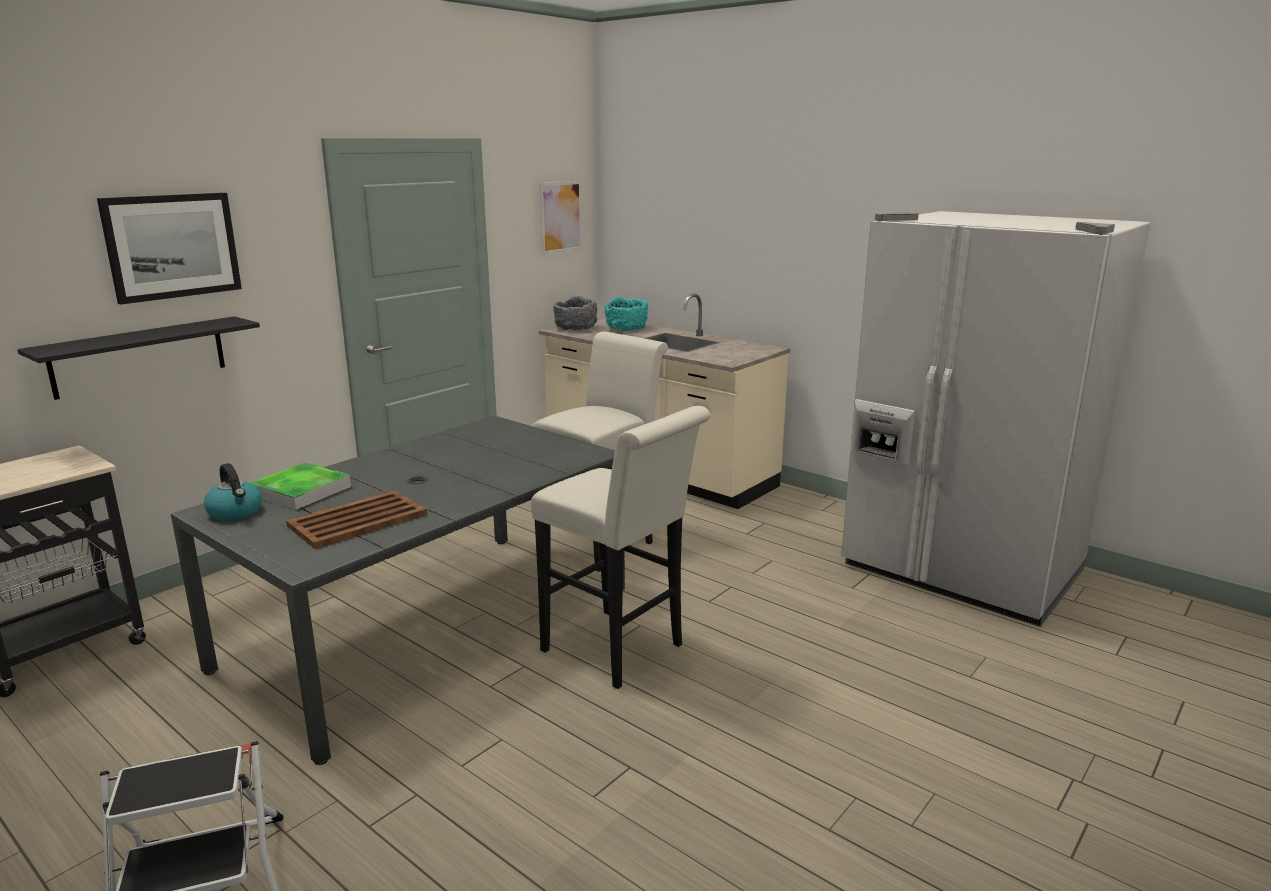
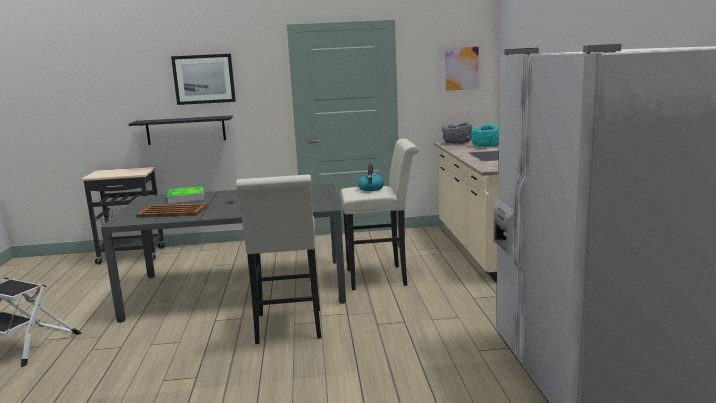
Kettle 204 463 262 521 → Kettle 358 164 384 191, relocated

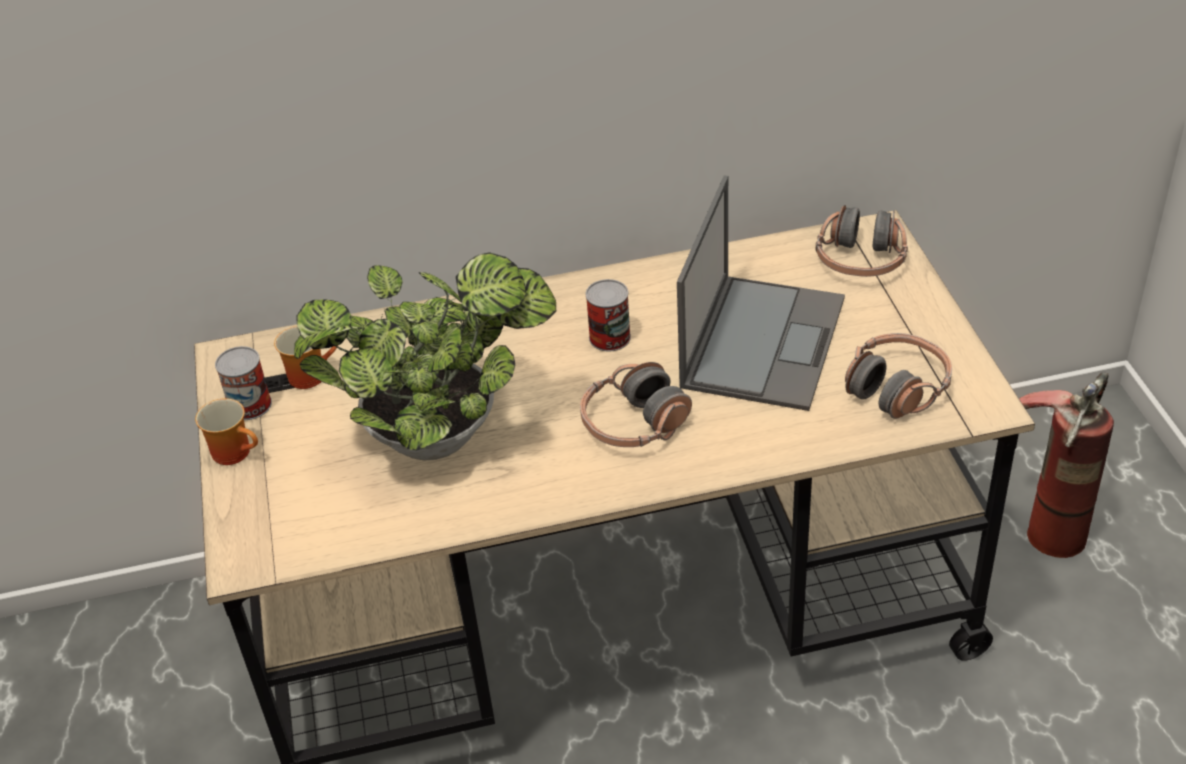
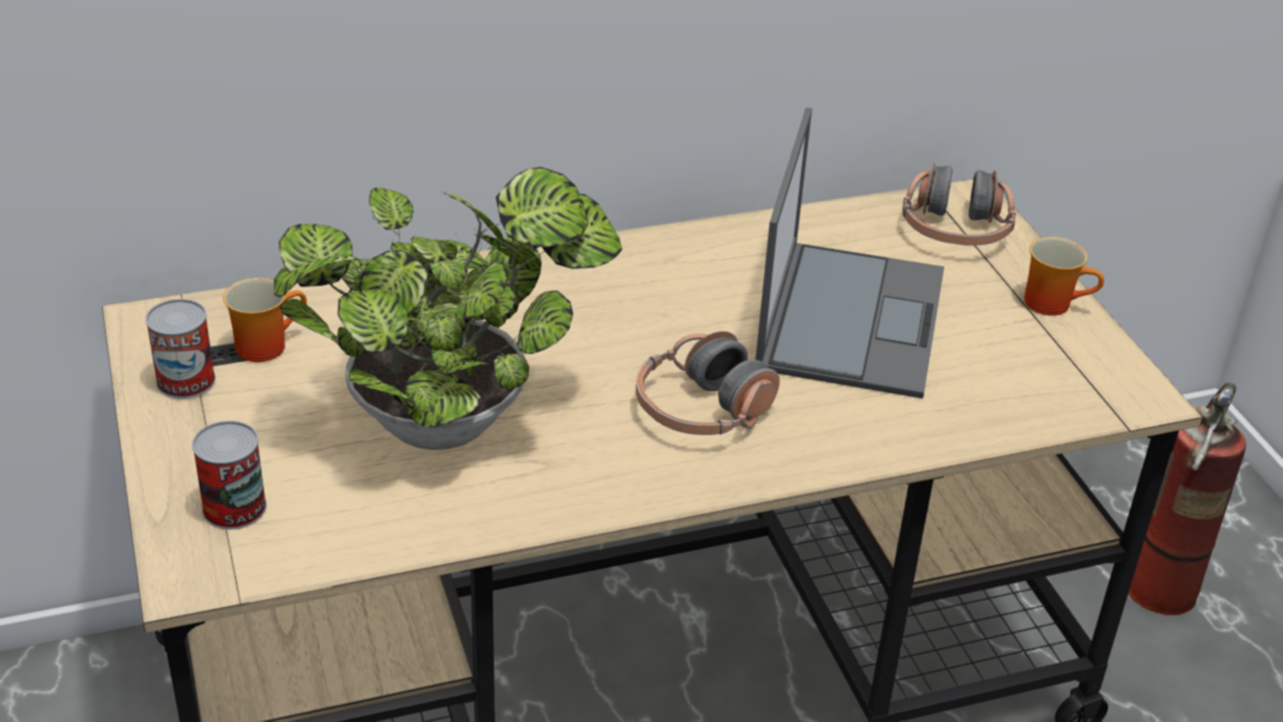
Headphones 845 333 952 419 → -
Mug 195 398 258 465 → Mug 1024 237 1104 316, relocated
Can 586 279 631 351 → Can 192 421 267 529, relocated

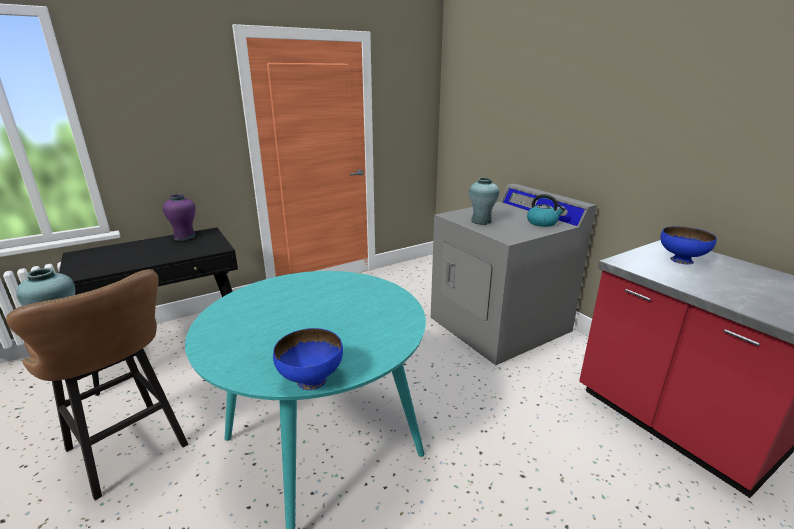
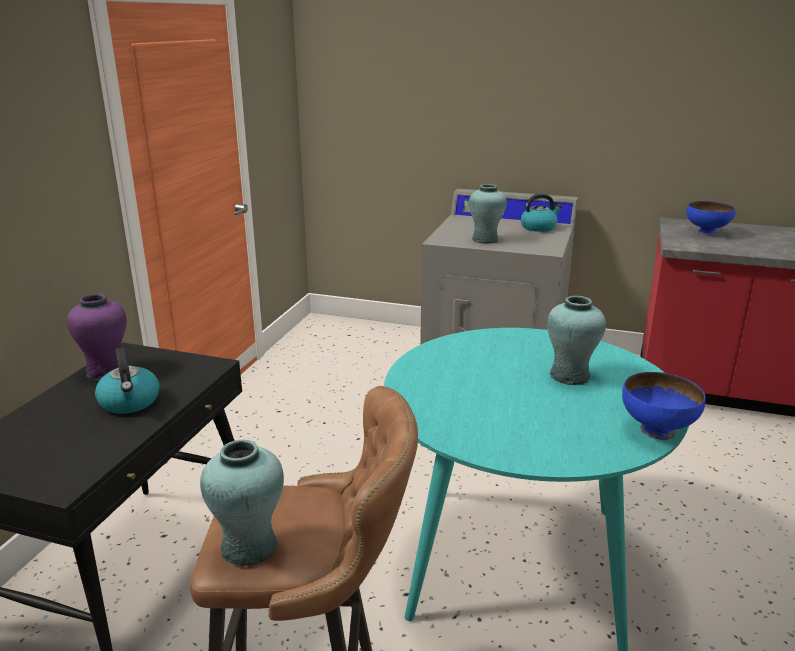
- → Kettle 95 347 159 414
- → TurquoiseVase 547 296 606 385

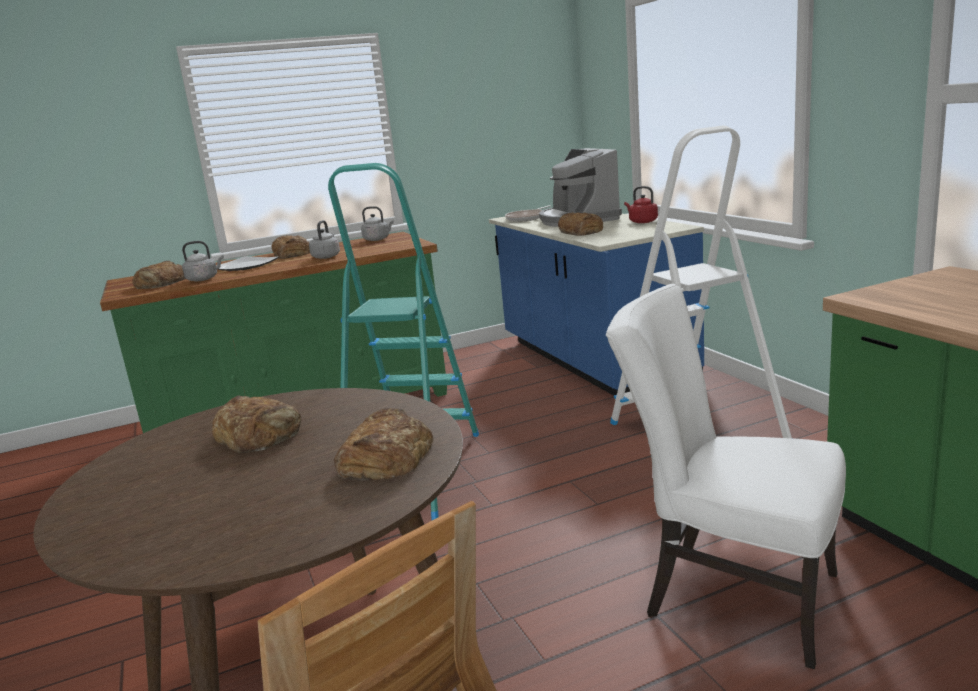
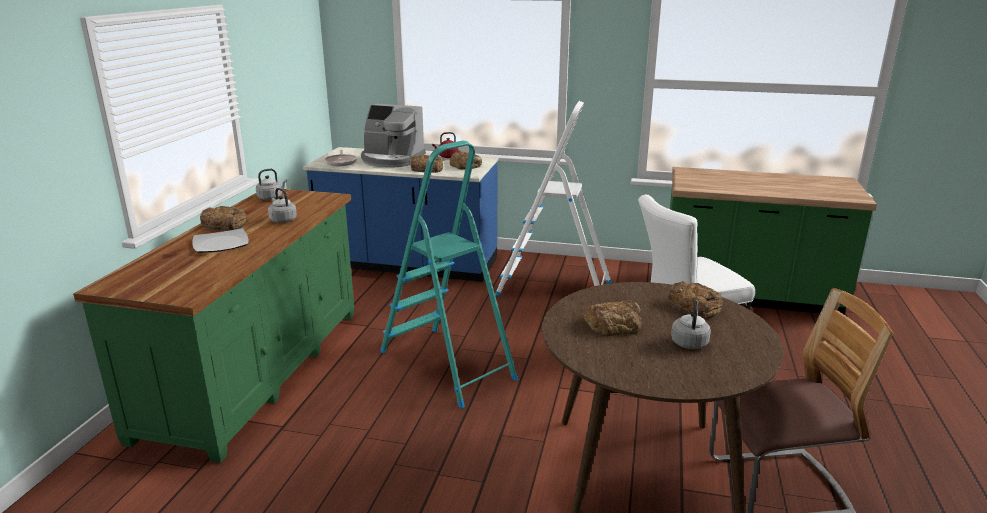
Bread 132 261 186 289 → Bread 450 150 482 170, relocated
GreyKettle 182 241 224 281 → GreyKettle 671 300 711 349, relocated

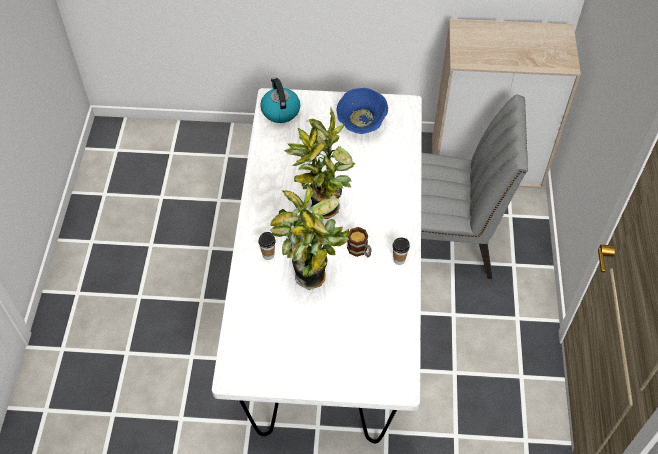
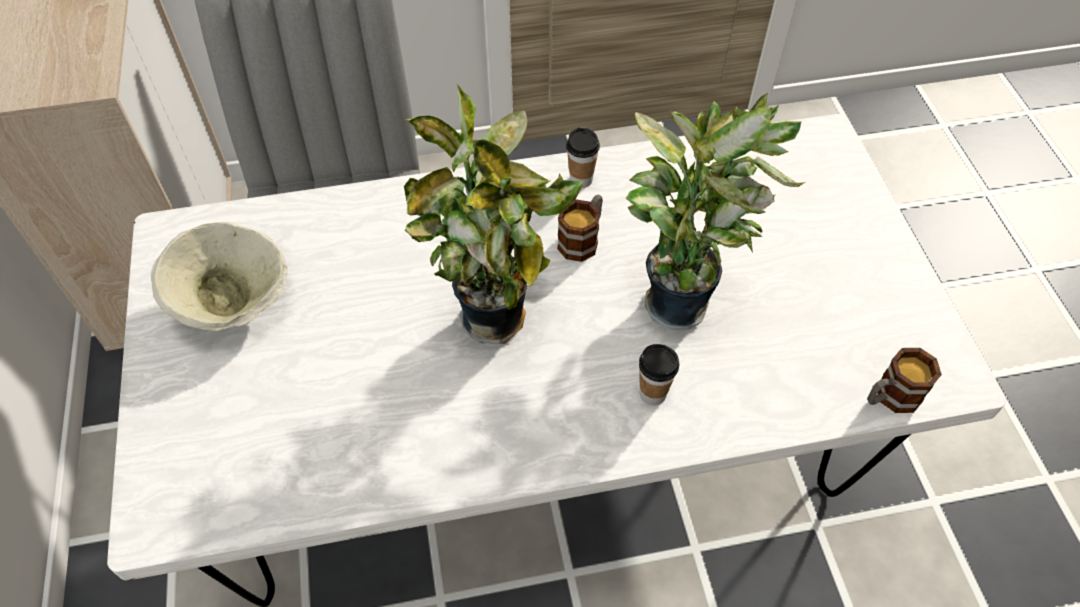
Kettle 260 78 300 123 → -
- → Mug 867 348 942 413
BlueBowl 336 88 388 134 → BeigeBowl 151 222 288 331

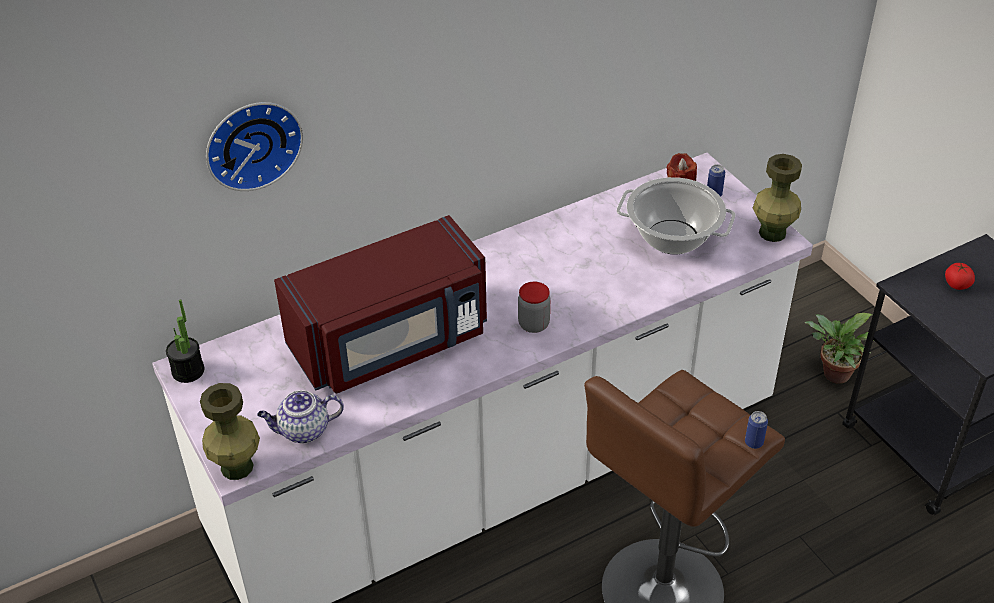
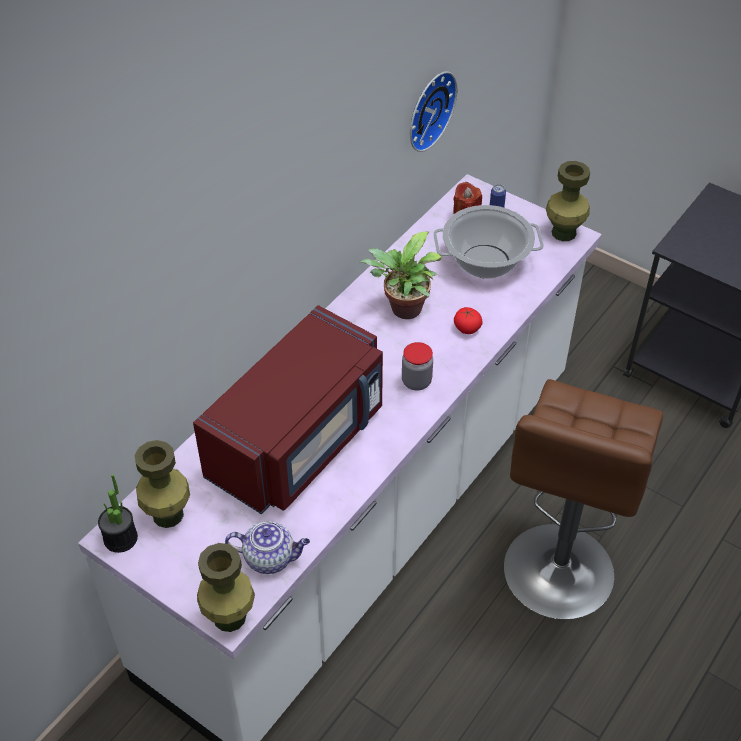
Can 745 411 768 449 → -
- → GreenVase 135 440 190 528
WallClock 206 102 303 191 → WallClock 410 71 457 152, relocated
PottedPlant 804 313 874 384 → PottedPlant 360 231 441 319, relocated
Tomato 945 262 975 290 → Tomato 454 307 483 334, relocated
Teapot 257 390 344 444 → Teapot 225 521 310 574, 135 degrees counterclockwise

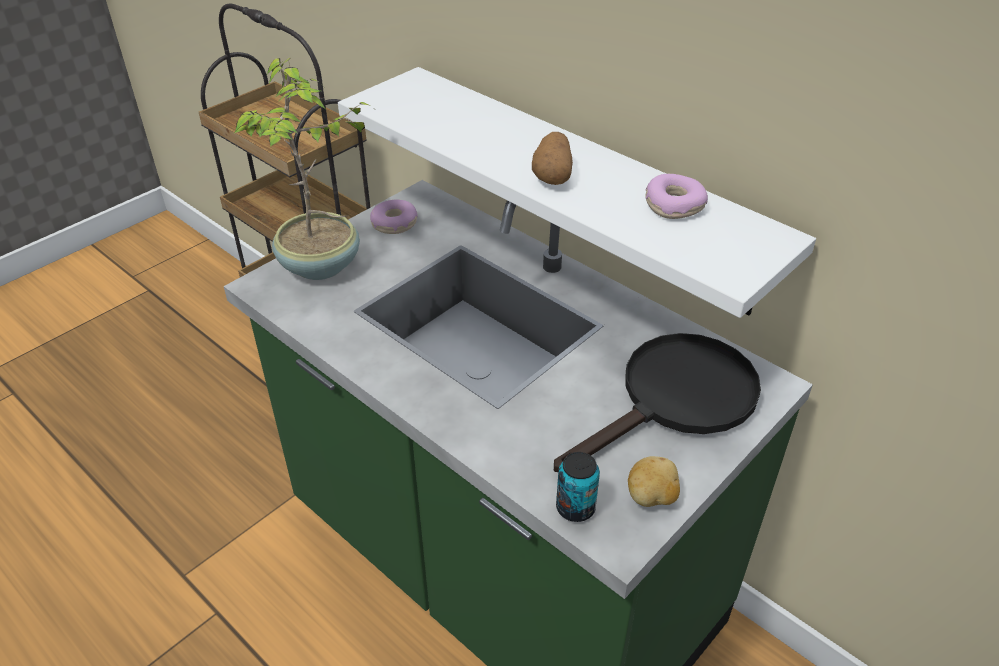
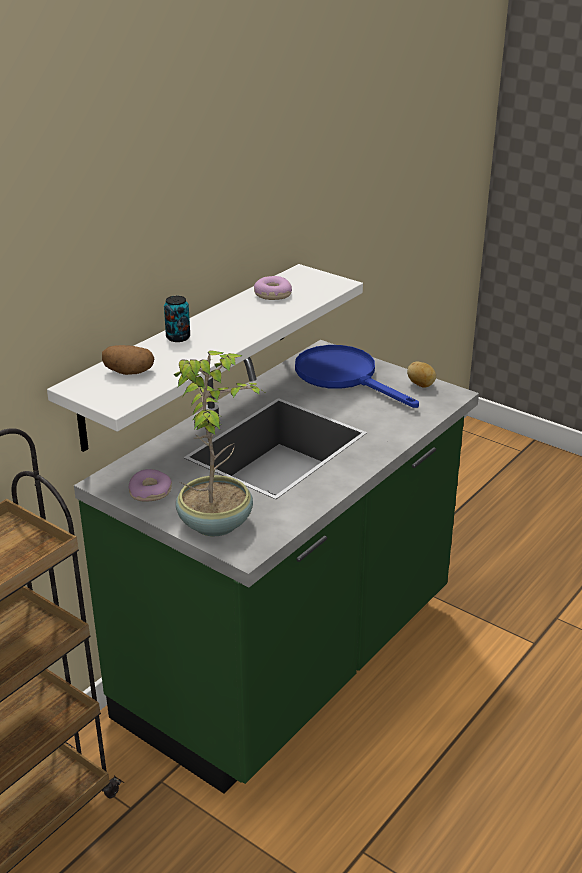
Potato 532 132 573 185 → Potato 102 345 154 375, relocated
Can 556 452 600 522 → Can 164 296 190 342, relocated
BlackFryingPan 554 333 761 472 → BlueFryingPan 295 345 419 408

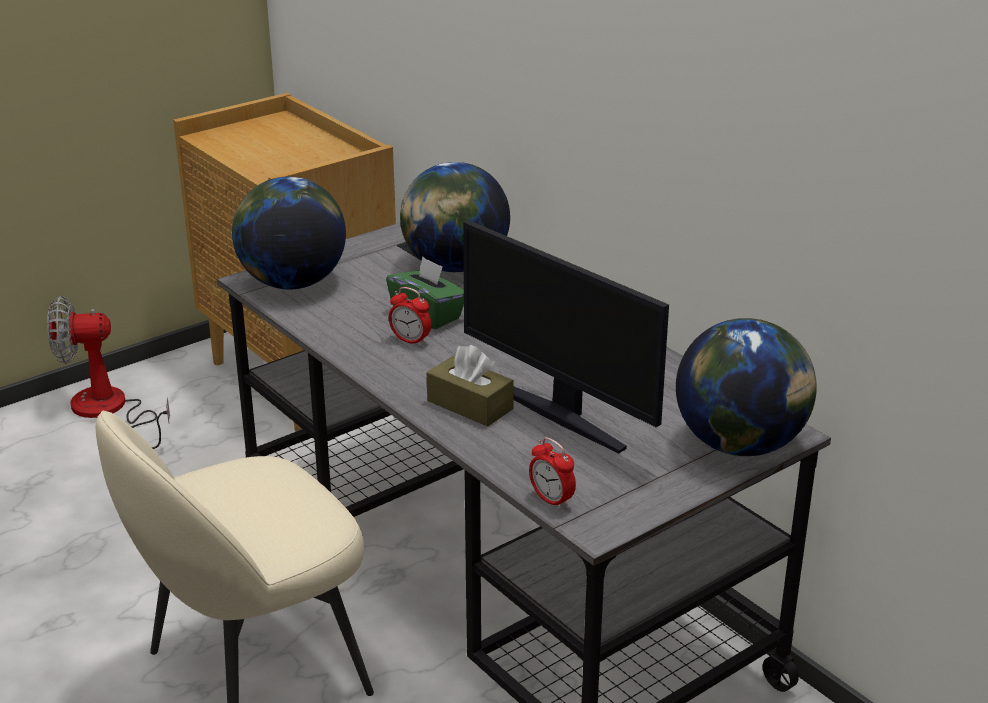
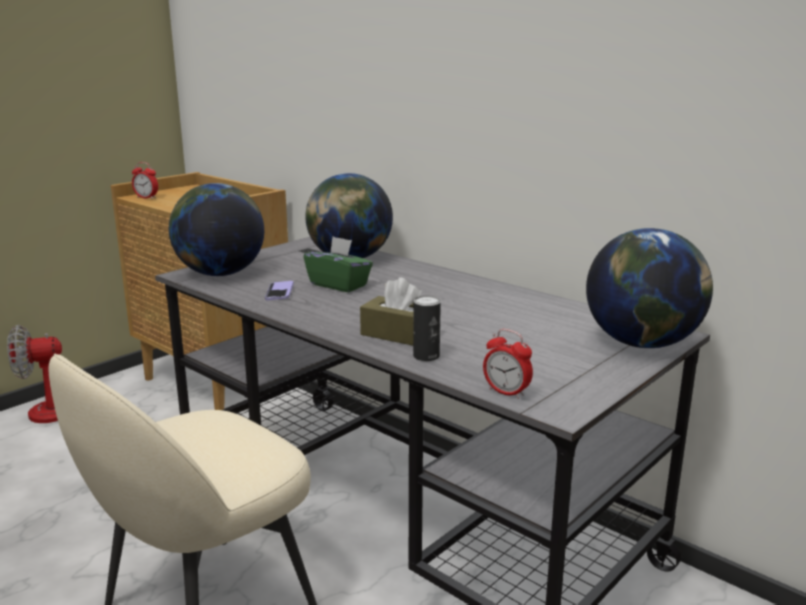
Monitor 463 220 669 453 → -
- → Phone 265 281 294 300
- → Can 413 295 441 361
AlarmClock 389 287 431 346 → AlarmClock 132 162 158 199, relocated

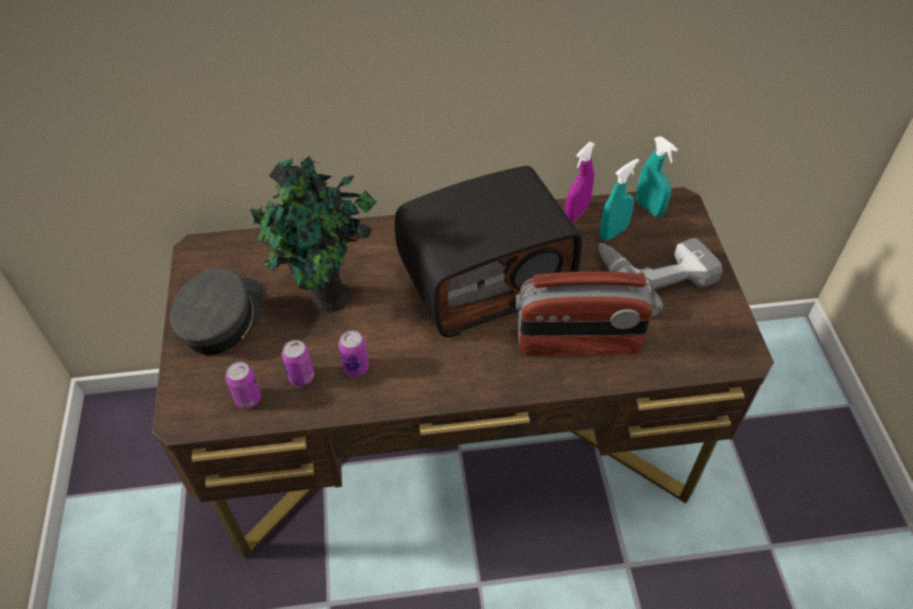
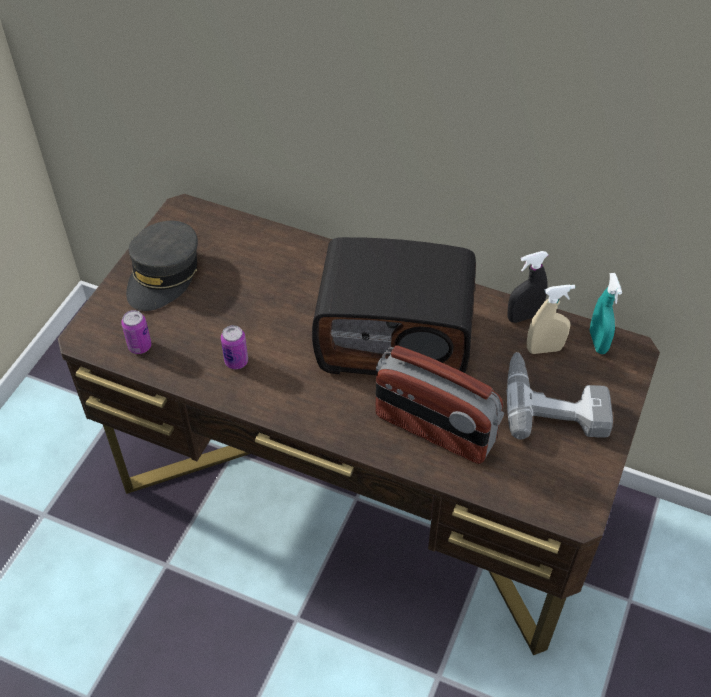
PottedPlant 250 156 377 313 → -
Can 282 340 314 386 → -
PurpleSprayBottle 565 142 595 222 → BlackSprayBottle 507 251 548 323
TurquoiseSprayBottle 600 158 639 240 → BeigeSprayBottle 527 284 575 354
GreyCap 170 268 264 355 → GreyCap 126 221 198 311, 150 degrees clockwise

